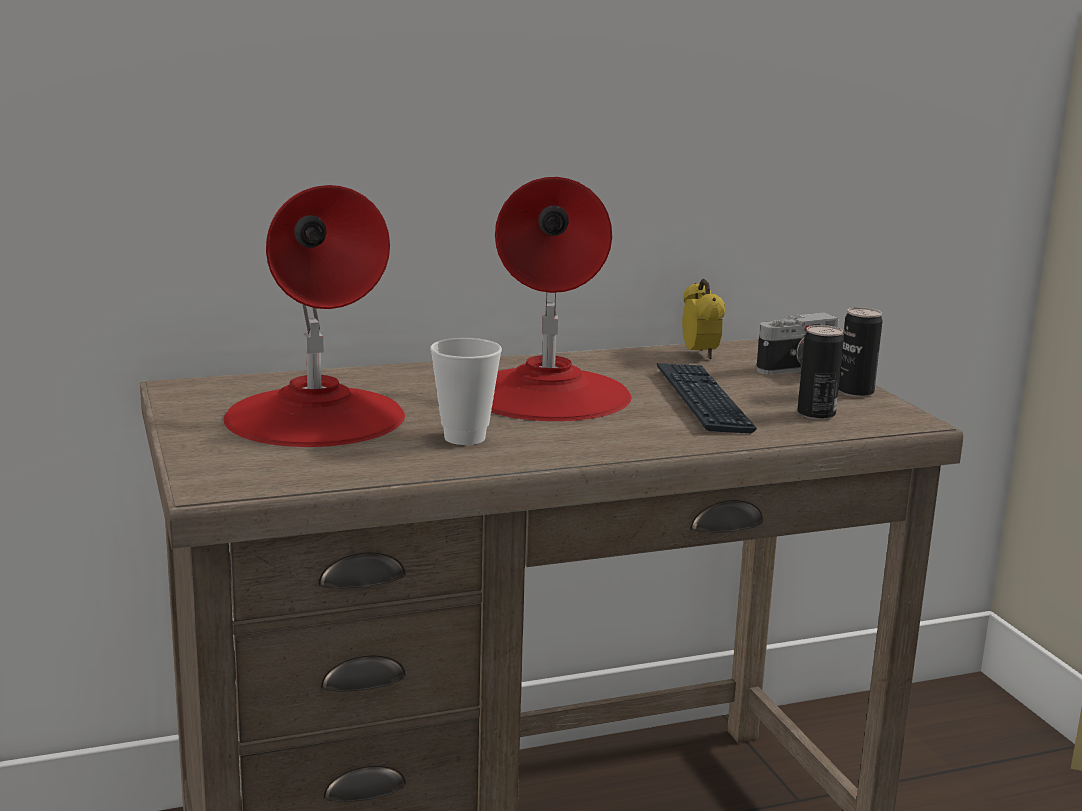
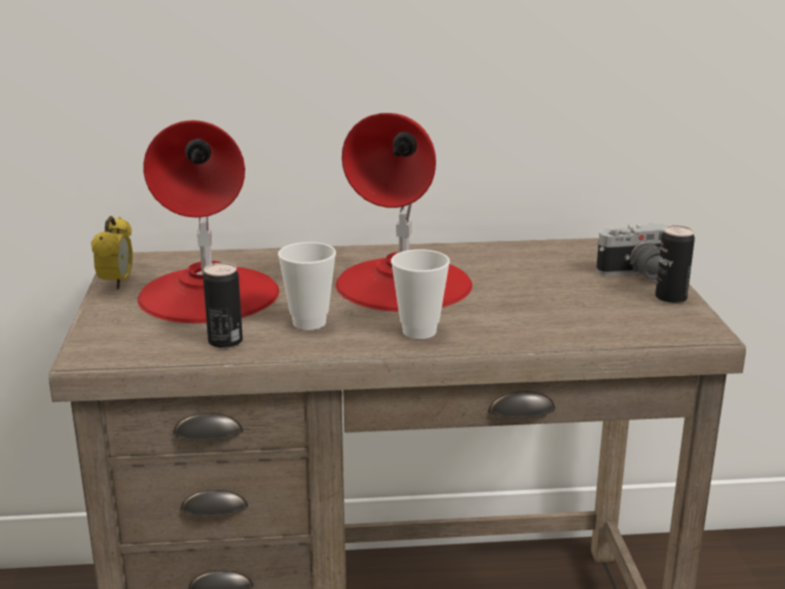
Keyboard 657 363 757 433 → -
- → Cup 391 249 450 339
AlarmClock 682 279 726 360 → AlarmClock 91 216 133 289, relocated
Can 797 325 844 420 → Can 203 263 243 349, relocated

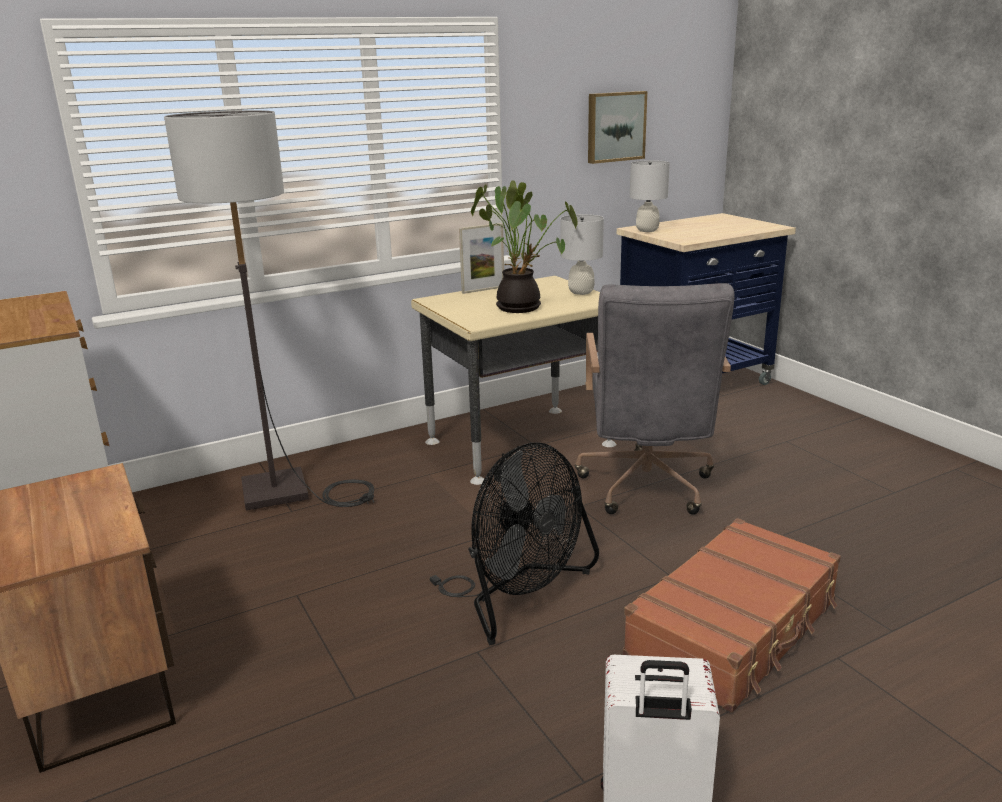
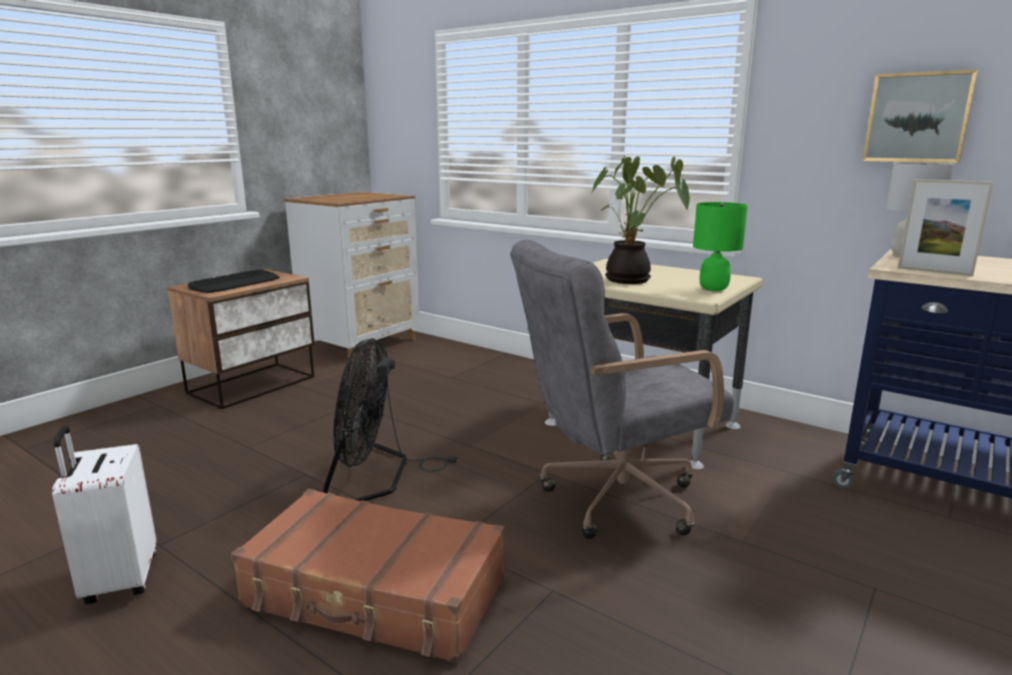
FloorLamp 164 110 374 510 → -
- → Keyboard 188 269 280 293
PictureFrame 459 223 504 294 → PictureFrame 898 179 994 276, relocated
GreyTableLamp 560 214 604 295 → GreenTableLamp 693 202 748 291
BlackFan 430 442 599 645 → BlackFan 323 338 458 501, 75 degrees clockwise

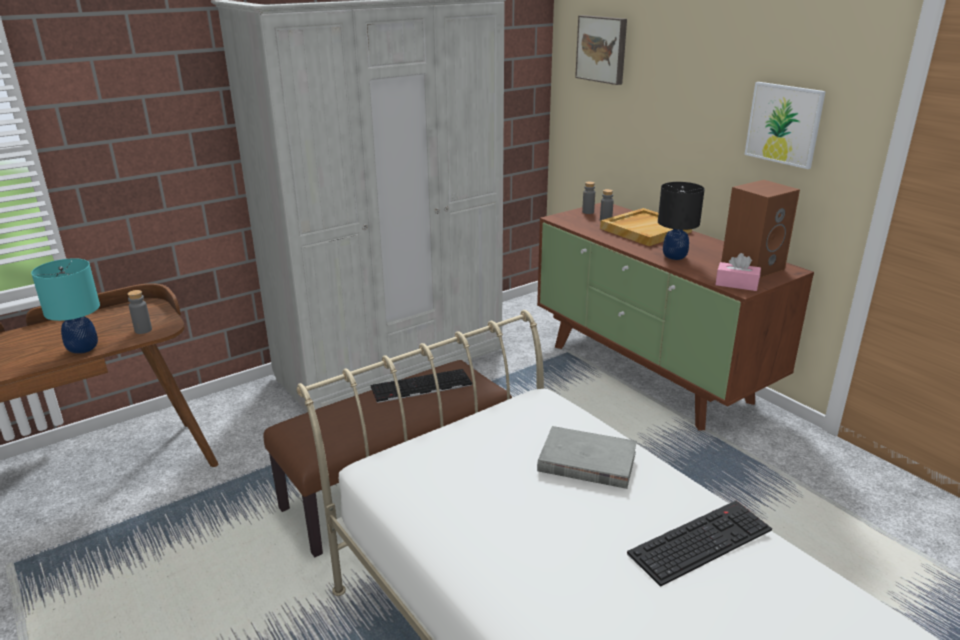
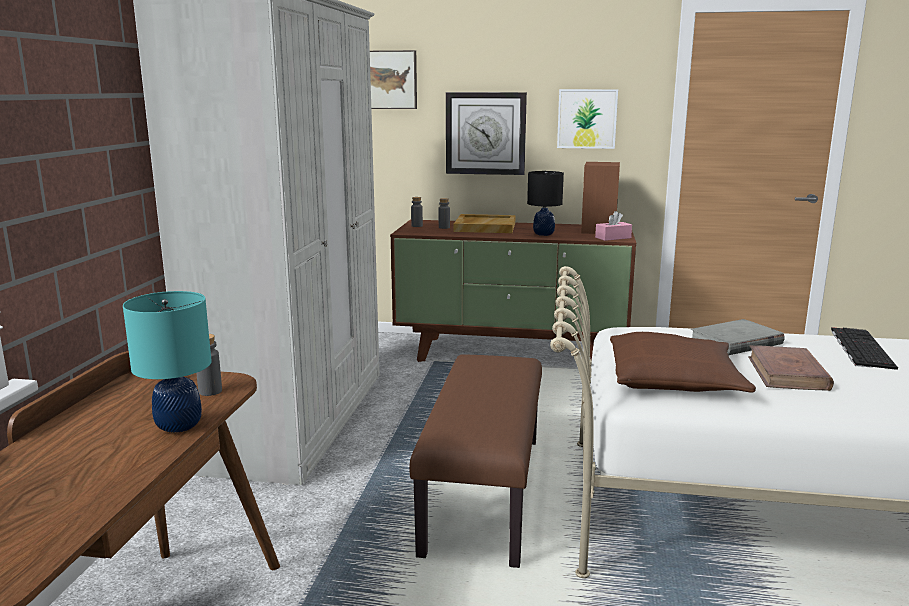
Keyboard 371 369 472 403 → -
- → WallClock 446 92 527 175
- → BrownPillow 610 332 756 392
- → BrownBook 748 345 834 391

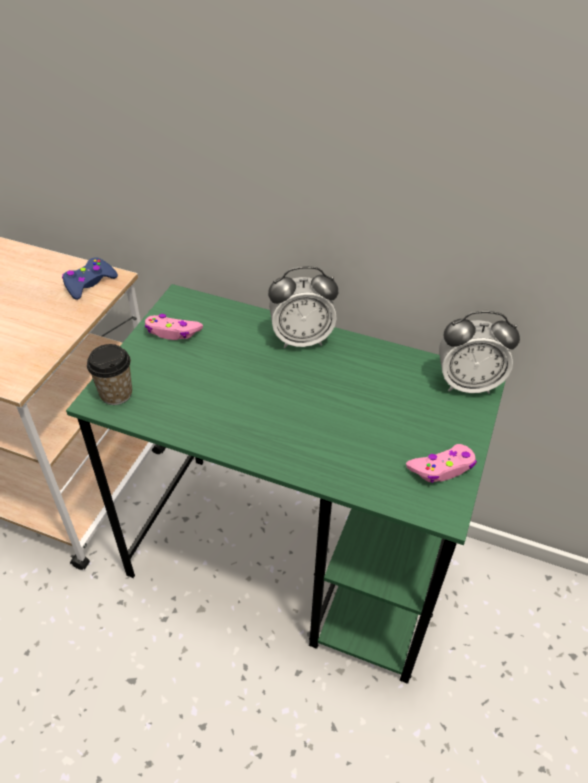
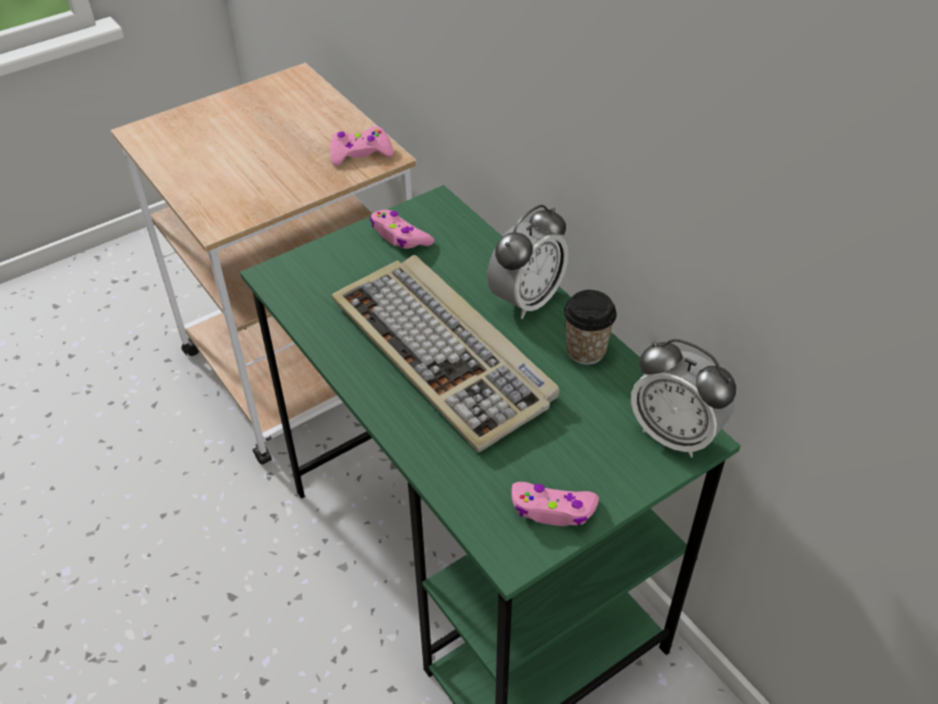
- → Keyboard 332 255 560 452
Cup 87 344 132 405 → Cup 564 290 617 365, relocated
BlueGameController 62 257 118 300 → PinkGameController 330 127 393 166
AlarmClock 268 266 338 348 → AlarmClock 487 205 568 319, 75 degrees counterclockwise

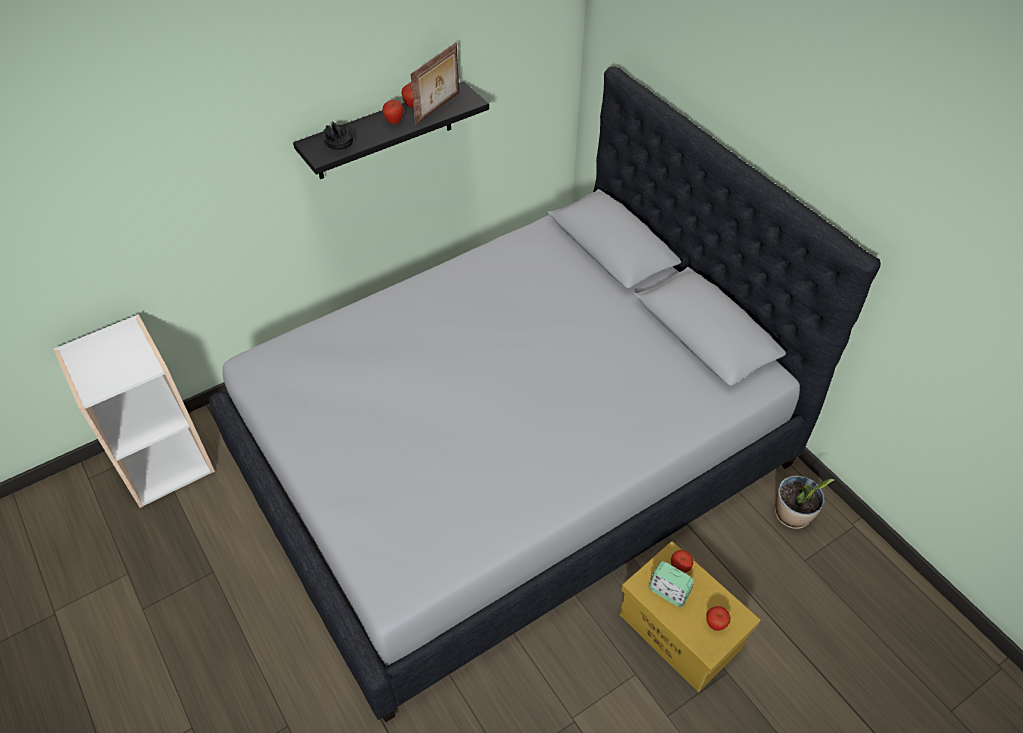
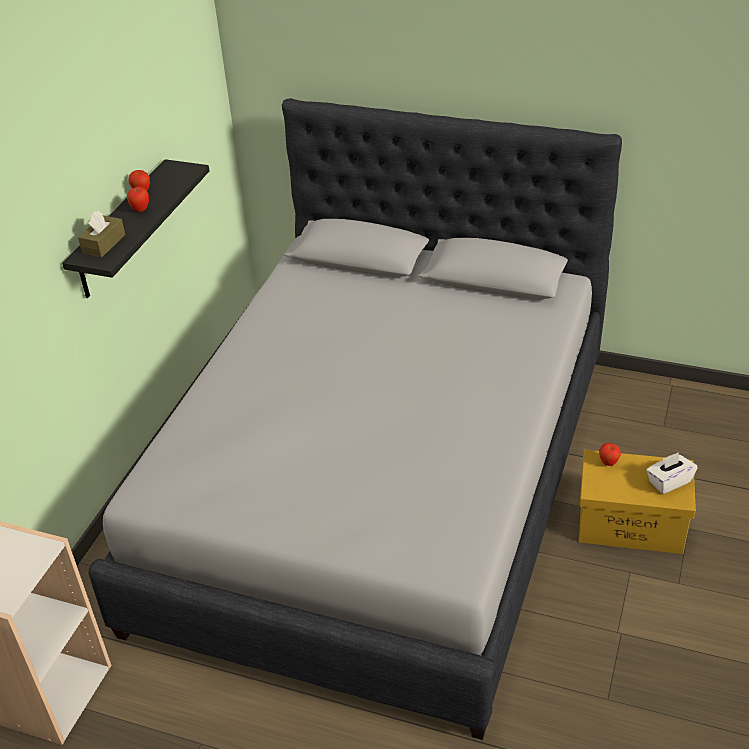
PictureFrame 411 43 459 125 → -
AlarmClock 649 561 694 607 → -
PottedPlant 775 476 834 529 → -
BlackHeadphones 324 121 353 150 → BrownTissueBox 78 211 125 257
Apple 706 606 731 631 → WhiteTissueBox 646 452 697 494

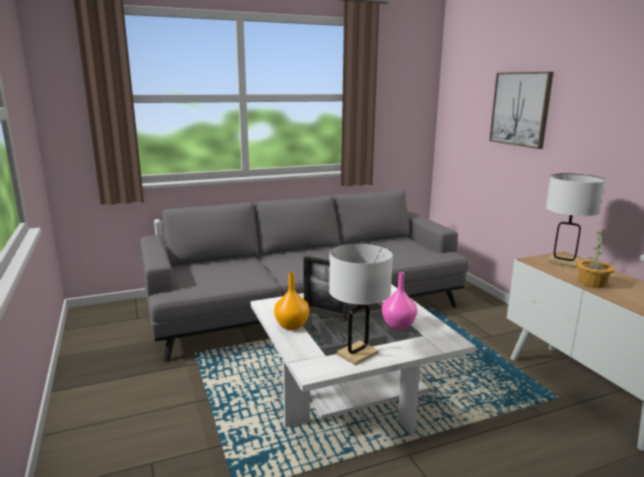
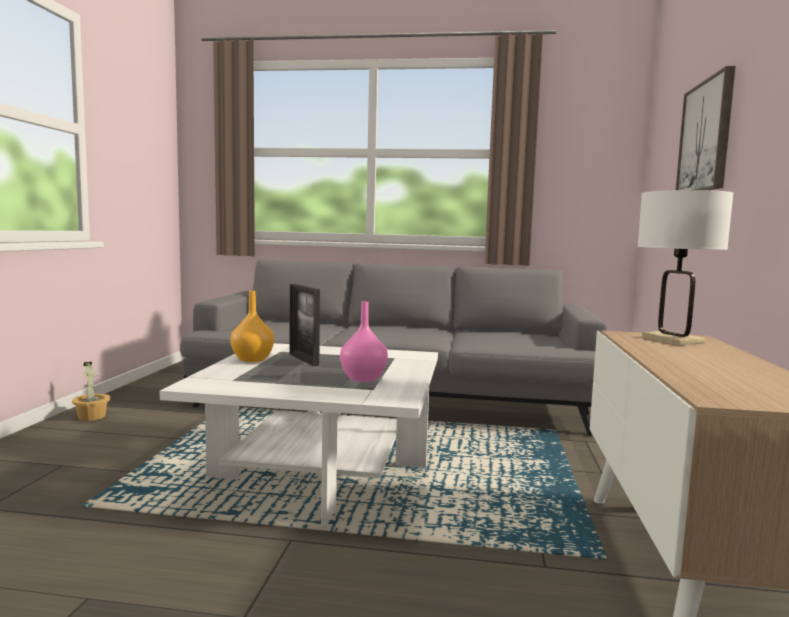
WhiteTableLamp 329 243 393 365 → -
PottedPlant 576 229 615 288 → PottedPlant 72 362 110 421, relocated

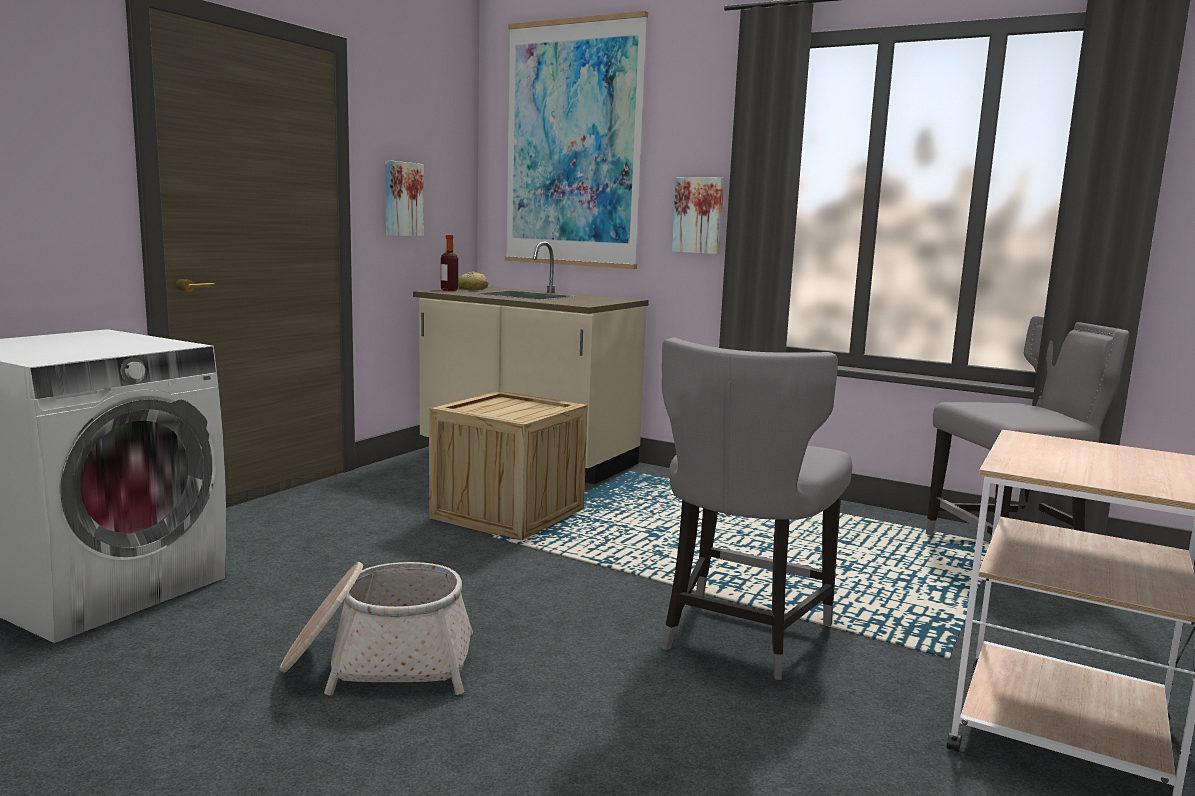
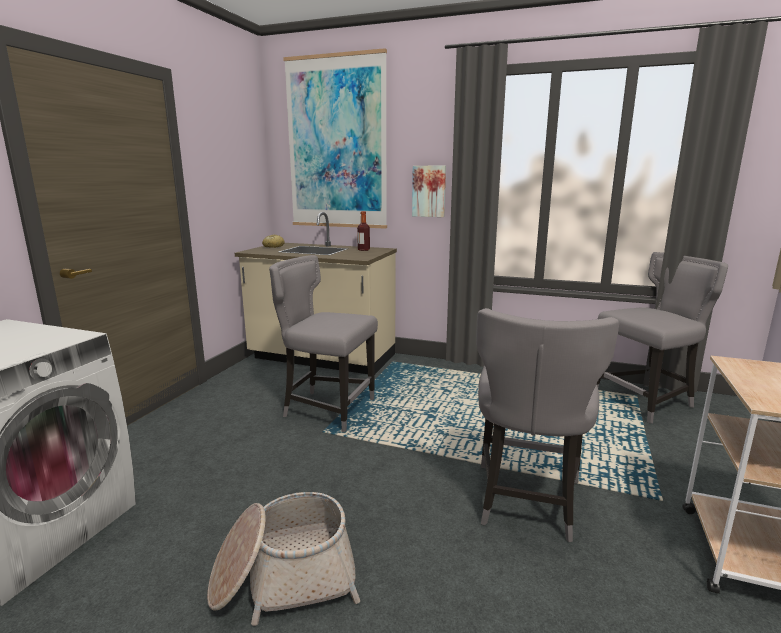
Picture 385 160 424 236 → -
Bottle 441 235 458 291 → Bottle 357 211 370 251, relocated
Crate 429 391 588 540 → GreyChair 269 255 378 432

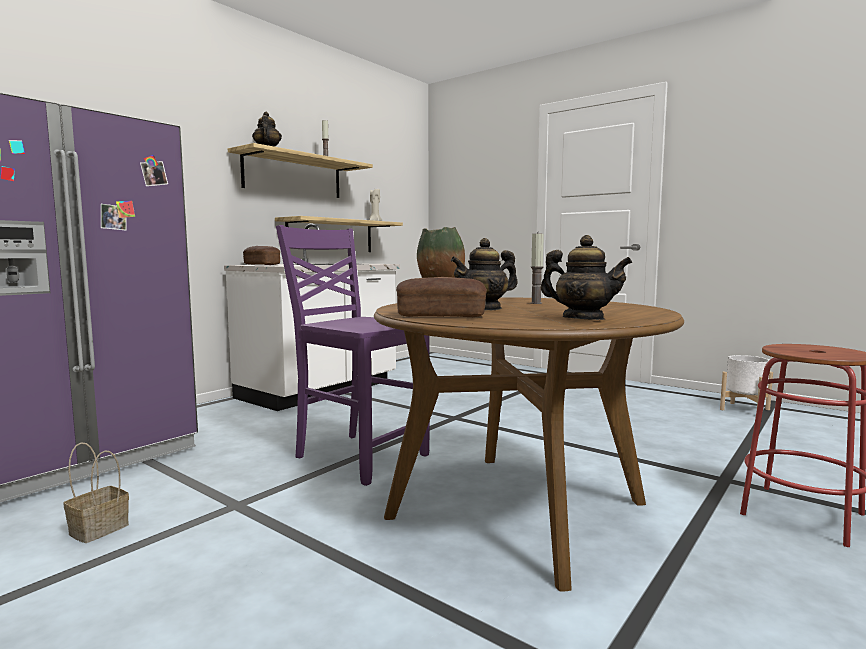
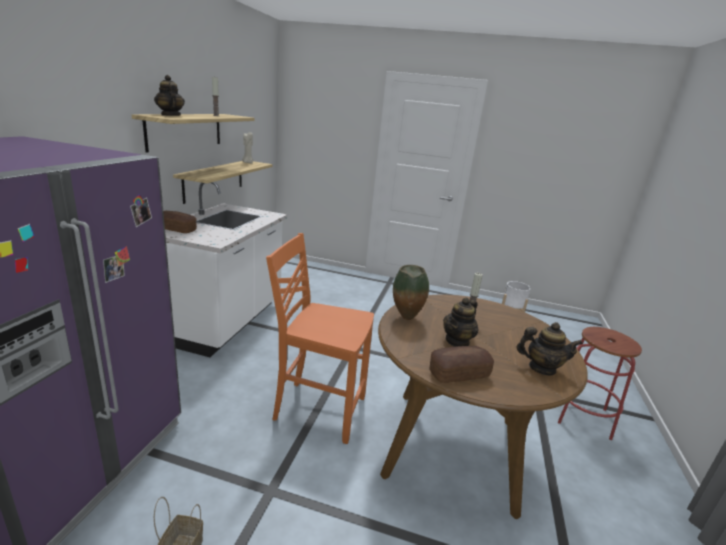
PurpleChair 276 225 429 486 → OrangeChair 266 233 374 444

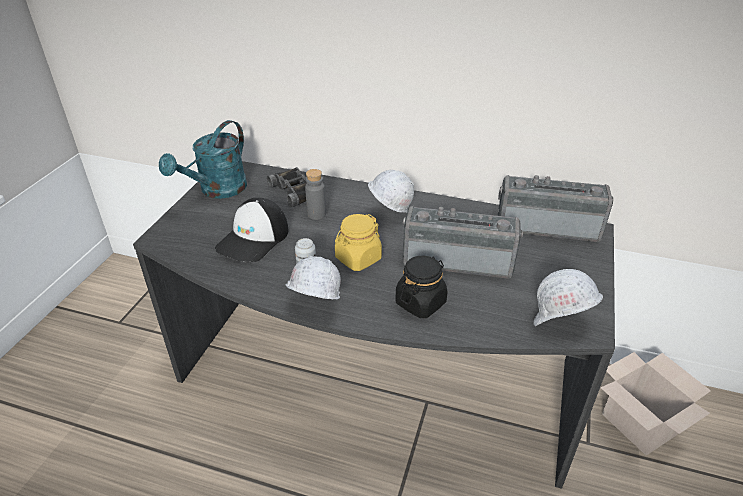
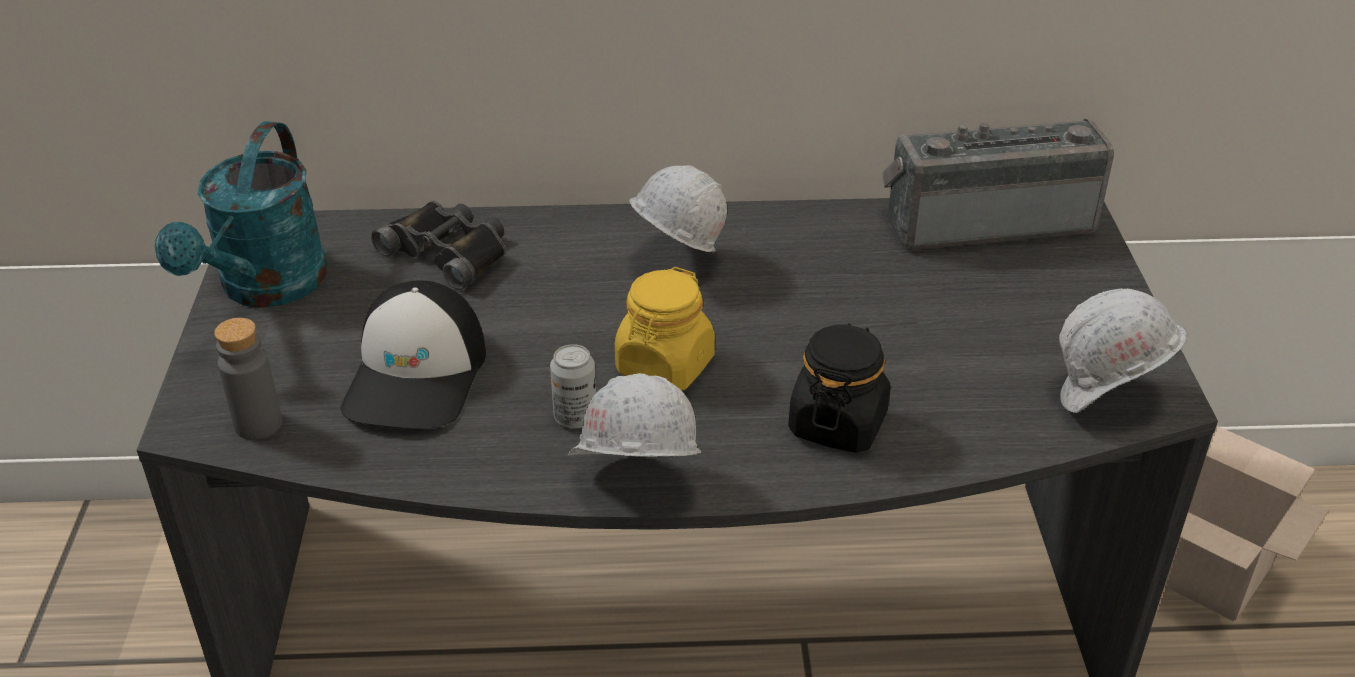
Radio 403 206 523 278 → -
GreyBottle 305 169 326 220 → GreyBottle 214 318 282 440, relocated

